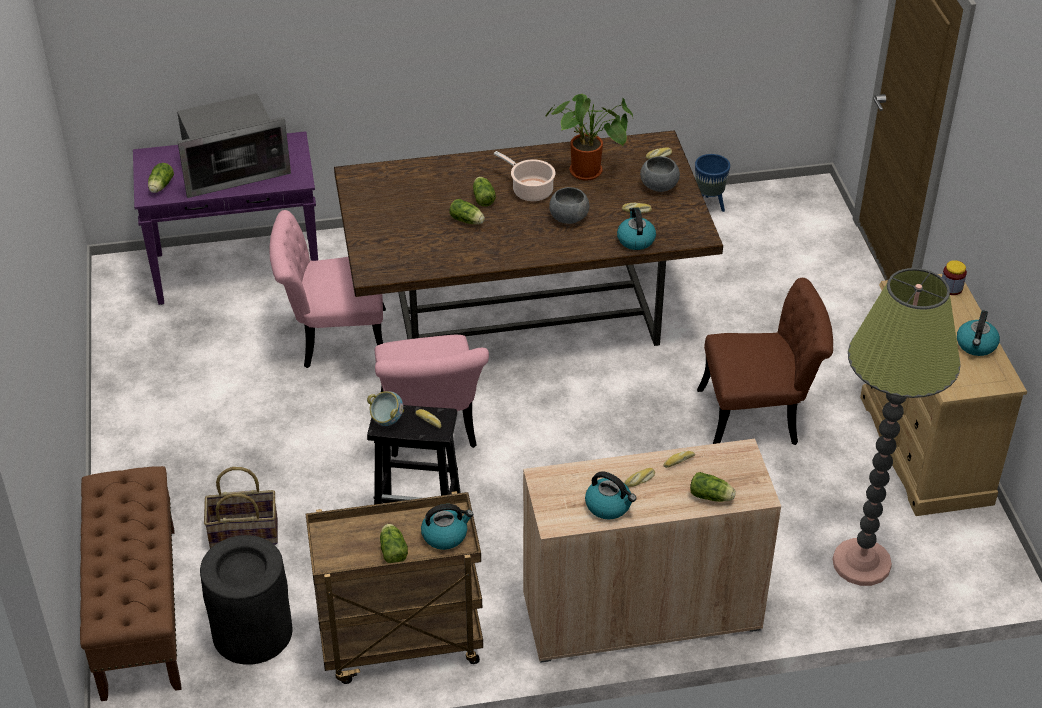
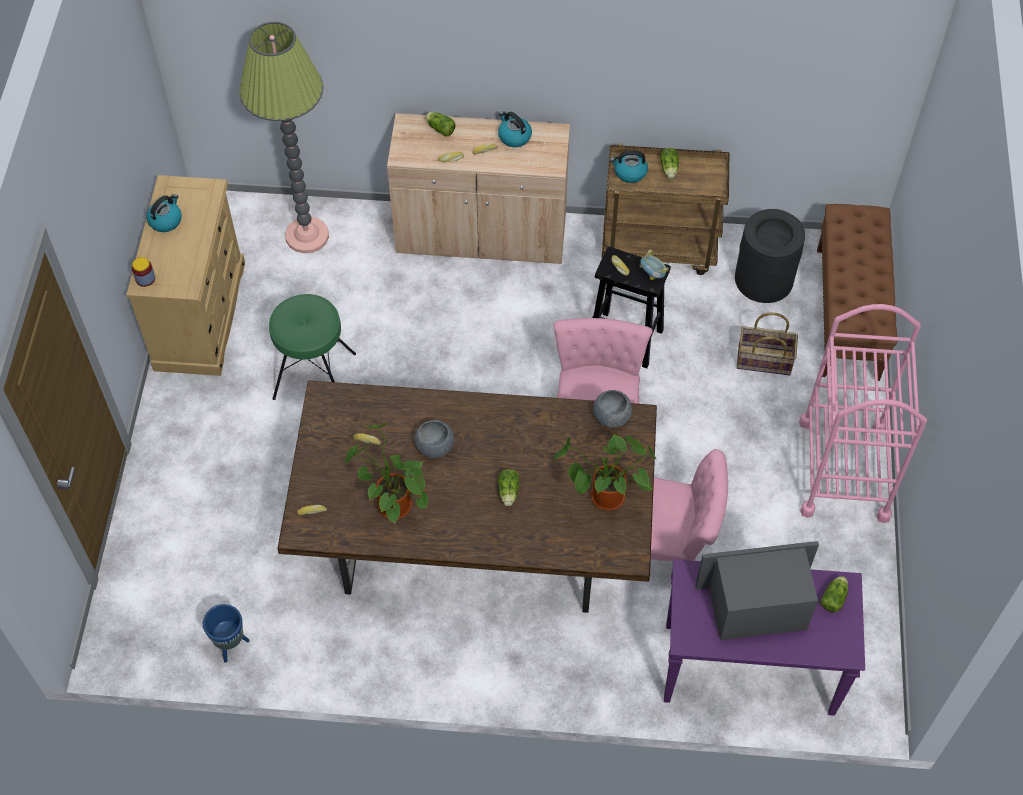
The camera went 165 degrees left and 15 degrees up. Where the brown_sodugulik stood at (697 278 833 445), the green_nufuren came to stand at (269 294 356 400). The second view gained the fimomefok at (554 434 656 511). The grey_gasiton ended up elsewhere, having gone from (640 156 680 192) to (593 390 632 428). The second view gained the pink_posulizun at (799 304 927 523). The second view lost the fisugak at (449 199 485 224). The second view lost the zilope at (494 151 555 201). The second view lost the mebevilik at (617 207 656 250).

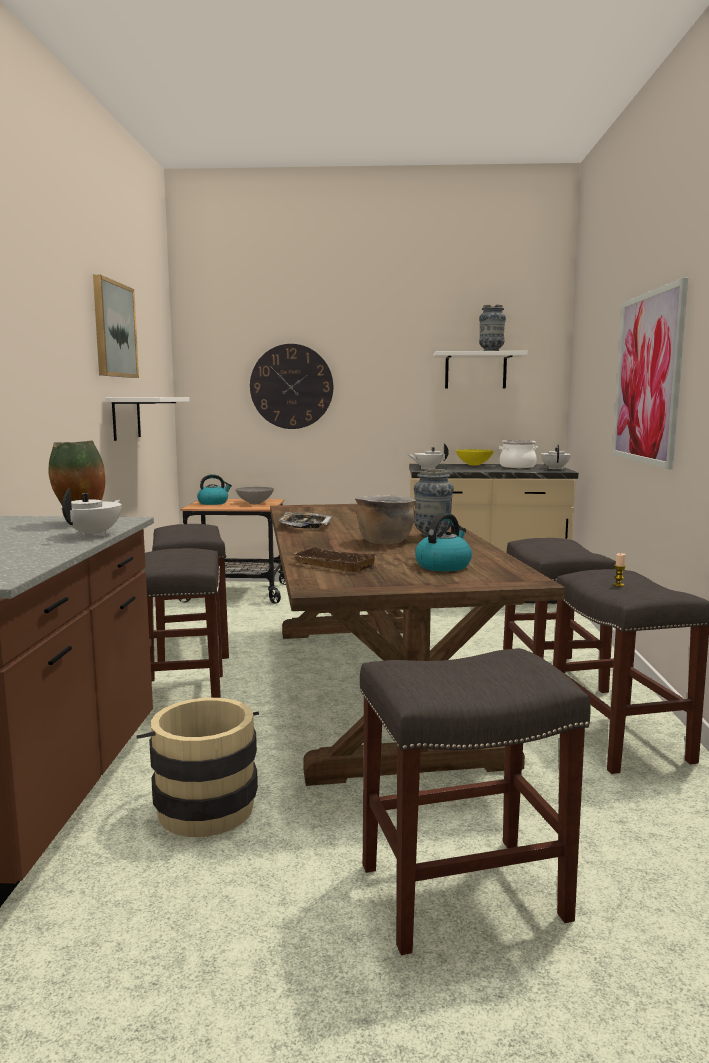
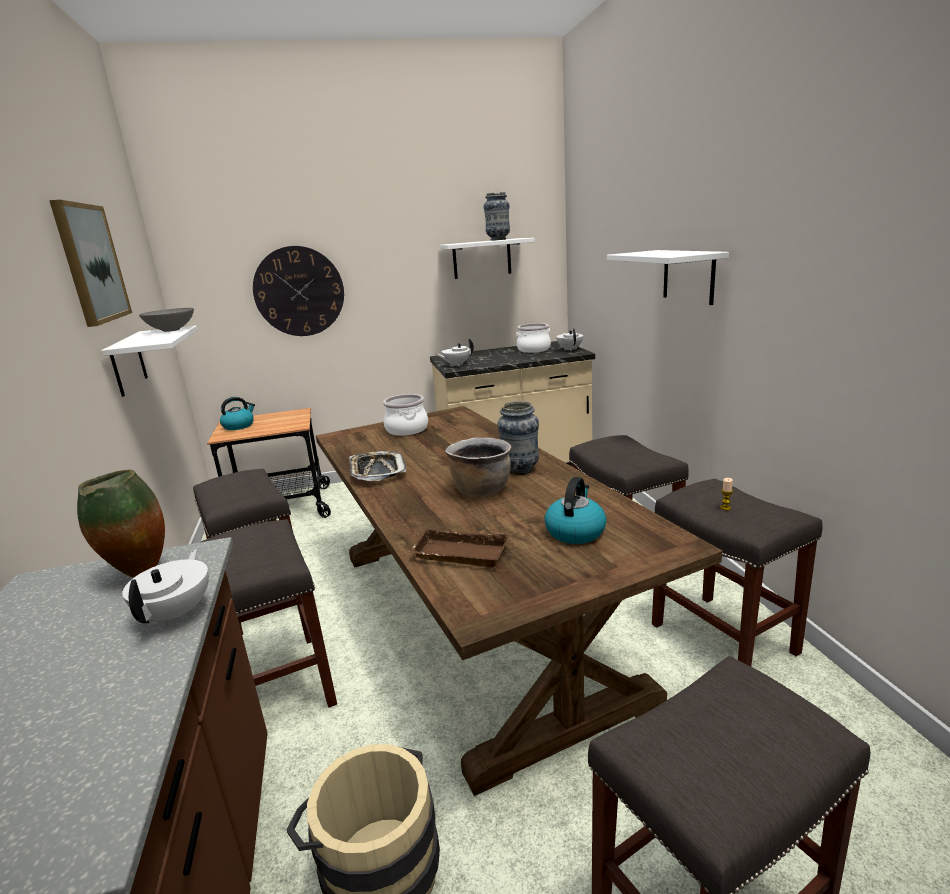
The camera went 15 degrees left and 10 degrees up. The grey_gasiton ended up elsewhere, having gone from (236 487 274 504) to (139 308 194 332). The second view gained the zilope at (383 394 428 436). Where the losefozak hung at (613 278 688 469), the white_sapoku came to hang at (607 250 729 305). The second view lost the yellow_gasiton at (456 449 494 465).

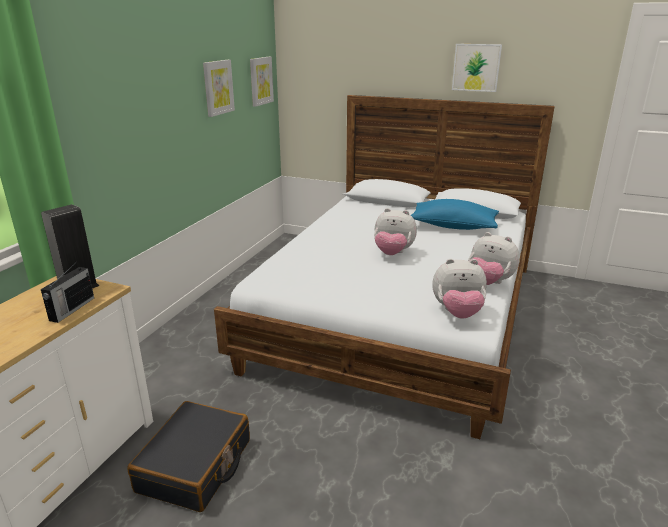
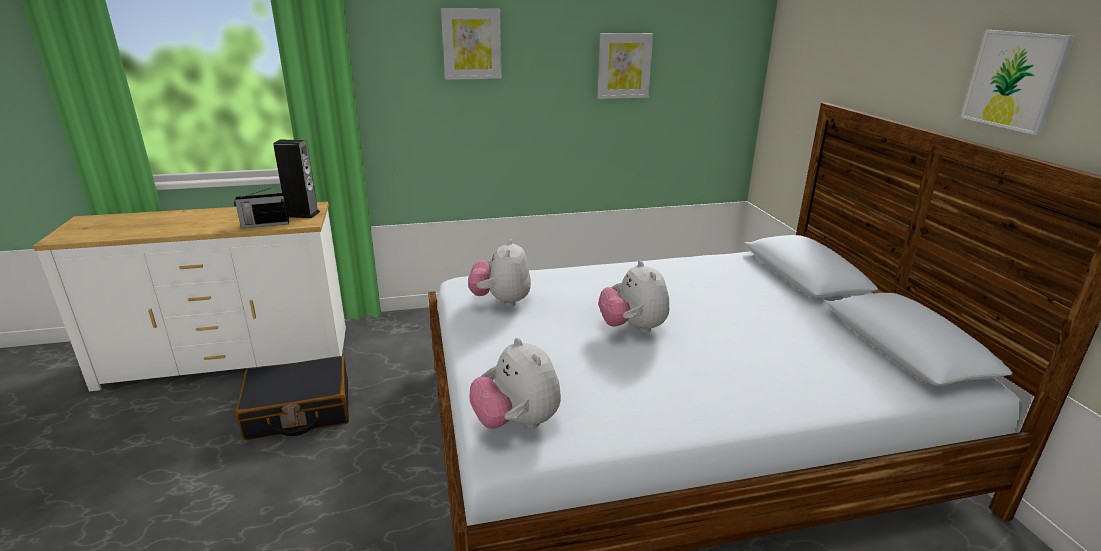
The camera went 55 degrees right and 0 degrees up. The losefozak ended up elsewhere, having gone from (250 57 274 107) to (441 8 502 80). The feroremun ended up elsewhere, having gone from (468 232 520 285) to (468 239 531 307). The second view lost the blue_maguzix at (411 199 499 230).

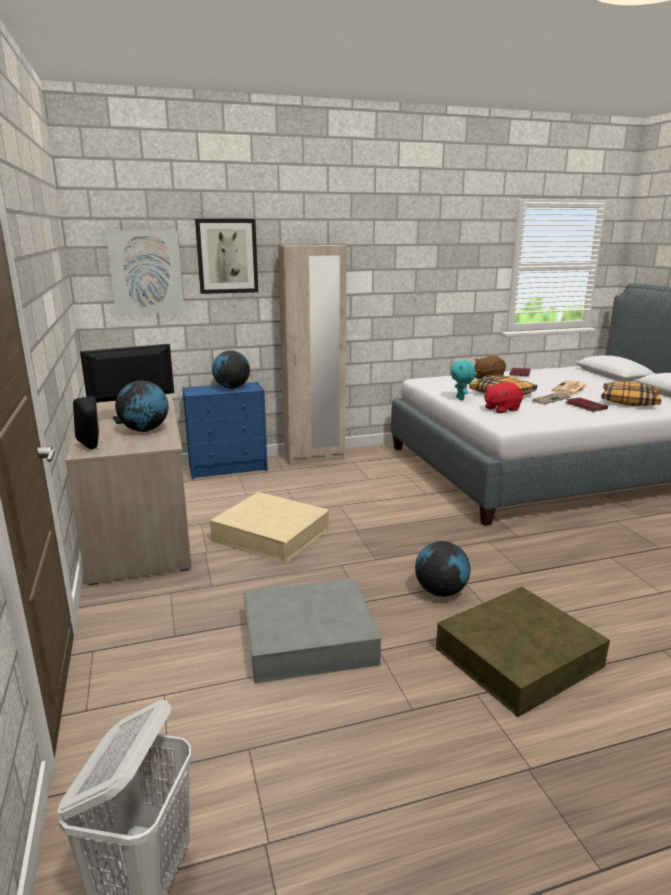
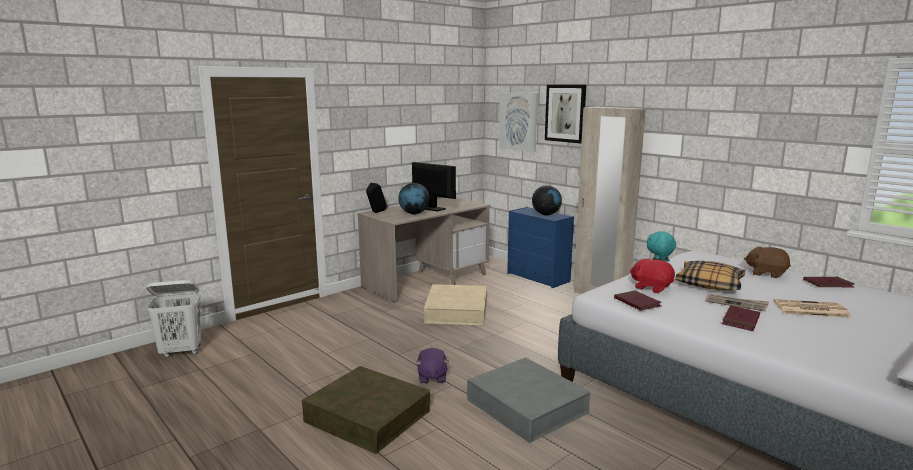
The camera went 65 degrees right and 5 degrees down. Where the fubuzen stood at (415 541 471 597), the purple_feroremun came to stand at (416 348 449 384). The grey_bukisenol ended up elsewhere, having gone from (243 578 381 684) to (467 357 591 443). The second view gained the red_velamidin at (614 290 662 311). The second view lost the maguzix at (601 382 662 406).

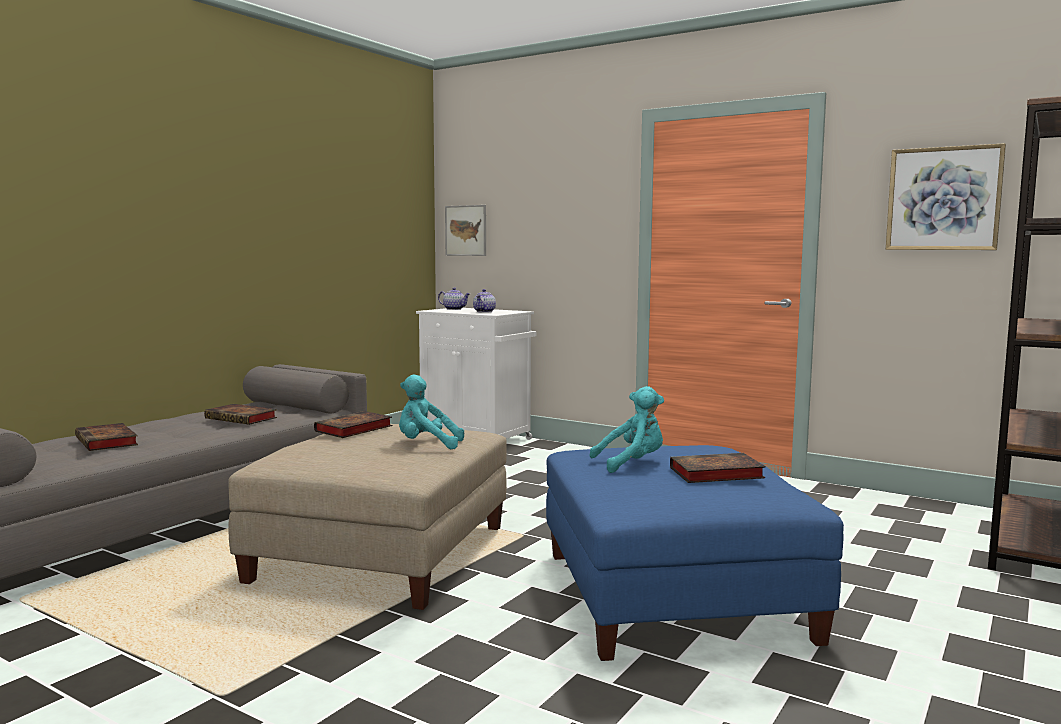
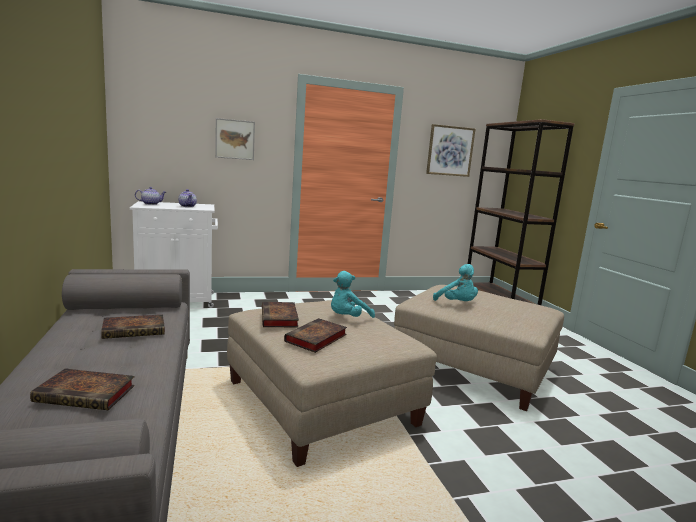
The camera went 50 degrees left and 5 degrees up. The losefozak ended up elsewhere, having gone from (445 205 486 256) to (215 118 255 160). The velamidin ended up elsewhere, having gone from (670 453 766 483) to (284 318 347 353). What was the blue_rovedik at (546 445 844 661) turned into the beige_rovedik at (394 285 564 411). The turquoise_feroremun at (590 386 664 473) ended up facing another way, 120 degrees clockwise from before.

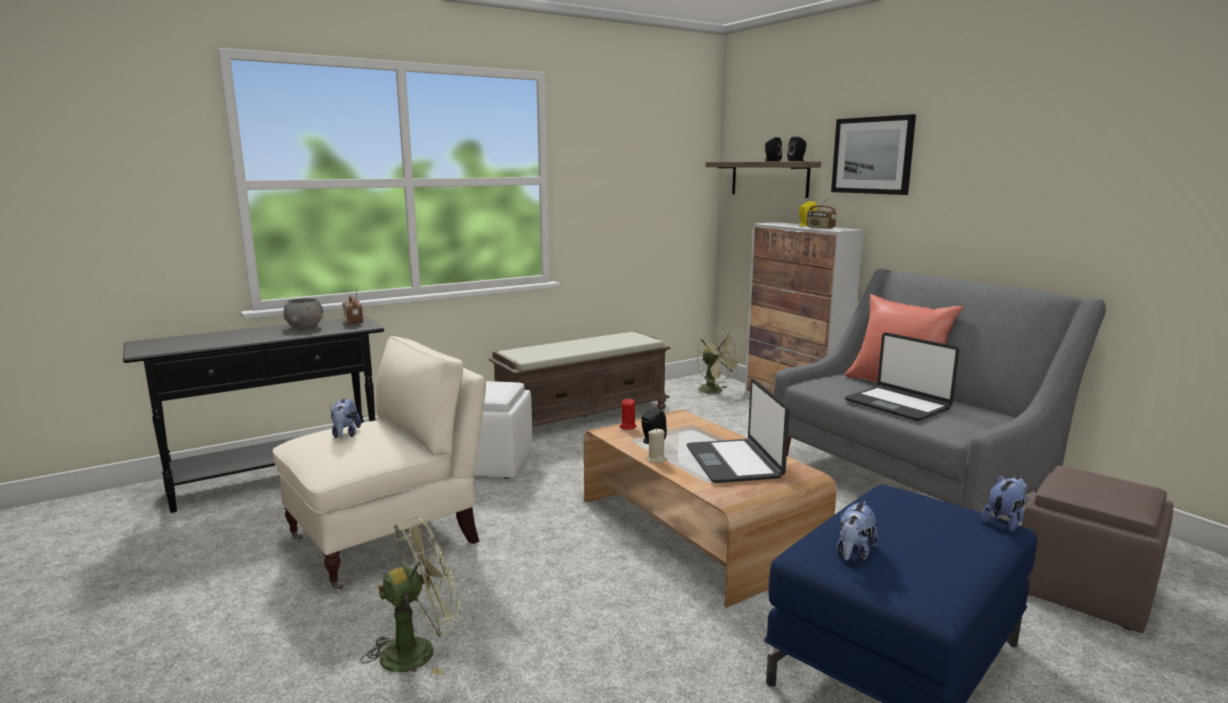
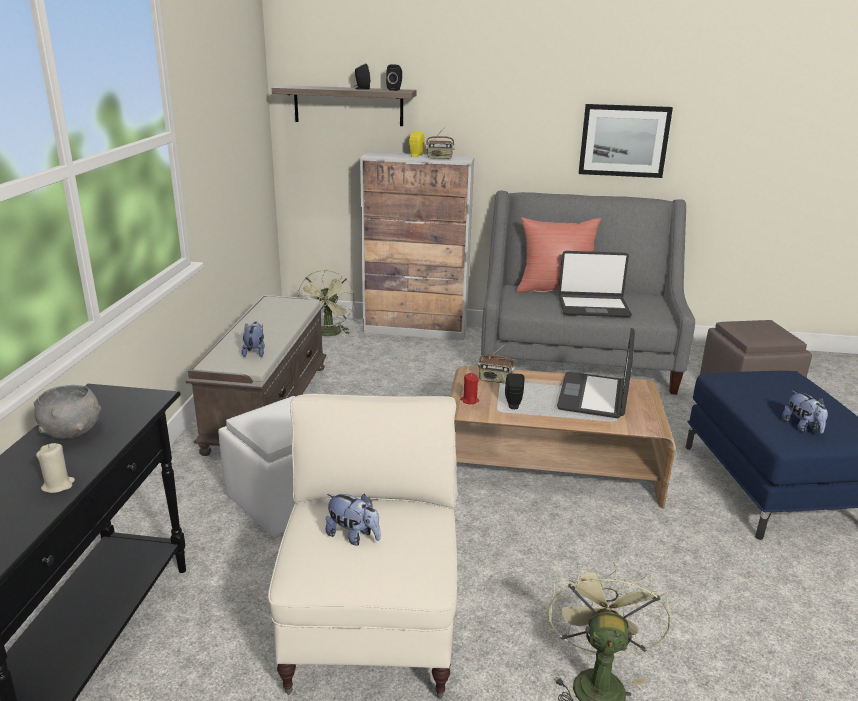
The camera went 50 degrees left and 10 degrees up. The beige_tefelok ended up elsewhere, having gone from (646 429 668 463) to (36 443 75 493). The feroremun ended up elsewhere, having gone from (981 475 1028 532) to (242 322 265 357). The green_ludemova at (697 328 743 396) ended up facing another way, 90 degrees clockwise from before. The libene ended up elsewhere, having gone from (342 287 363 325) to (478 345 515 384). The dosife at (687 379 790 483) ended up facing another way, 75 degrees clockwise from before. The losefozak ended up elsewhere, having gone from (831 114 916 195) to (579 104 673 178).

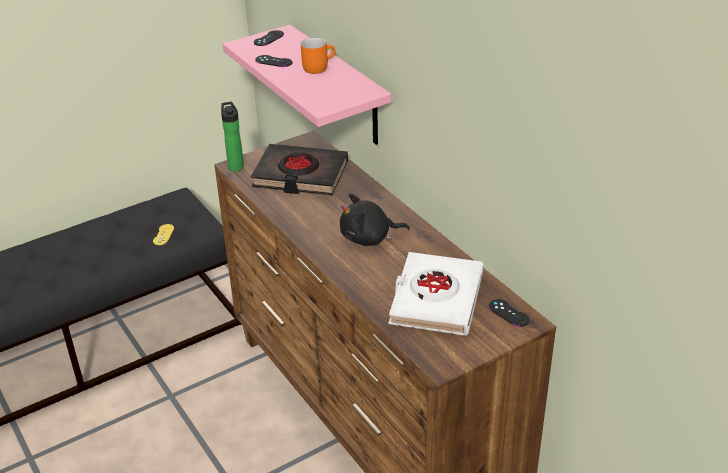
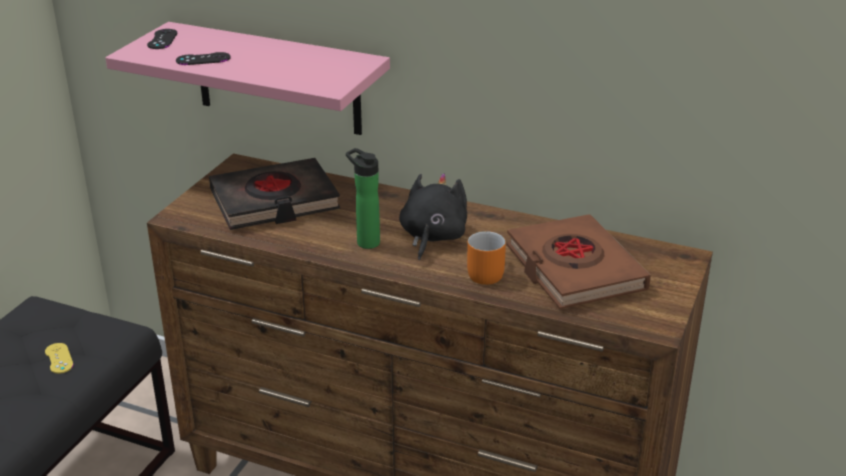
The camera went 35 degrees left and 5 degrees down. The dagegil ended up elsewhere, having gone from (221 102 244 172) to (346 148 380 249). The black_feroremun at (340 193 410 246) ended up facing another way, 150 degrees clockwise from before. The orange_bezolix ended up elsewhere, having gone from (301 38 335 74) to (467 231 506 285). What was the white_velamidin at (389 252 483 336) turned into the brown_velamidin at (507 214 651 309). The second view lost the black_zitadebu at (489 299 530 327).

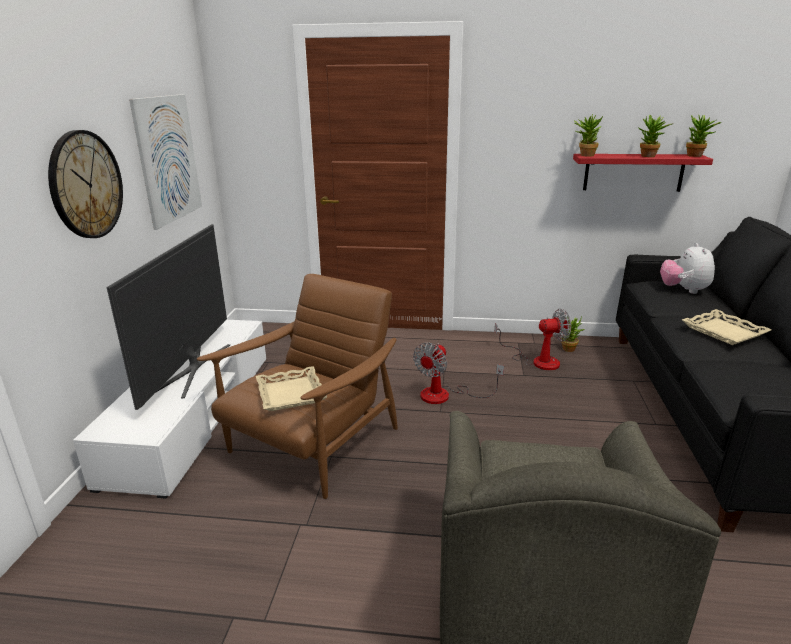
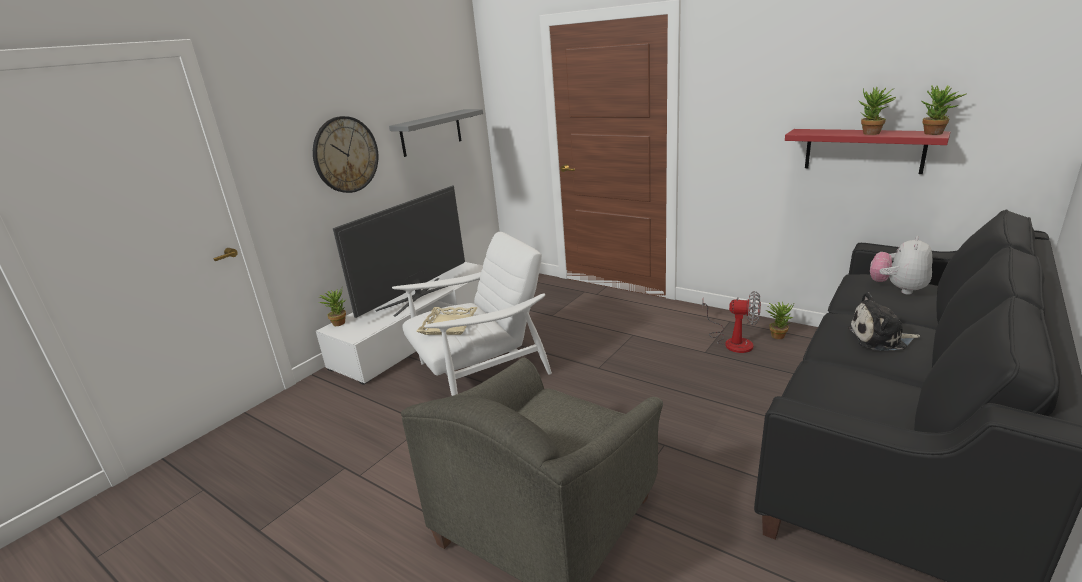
The camera went 30 degrees right and 0 degrees up. The fimomefok ended up elsewhere, having gone from (574 114 603 157) to (319 289 346 326). Where the losefozak hung at (129 94 202 230), the grey_sapoku came to hang at (389 109 483 157). What was the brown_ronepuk at (197 274 398 499) turned into the white_ronepuk at (392 232 552 396). Where the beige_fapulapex stood at (682 309 771 345), the feroremun came to stand at (847 292 920 351). The second view lost the ludemova at (413 343 504 404).

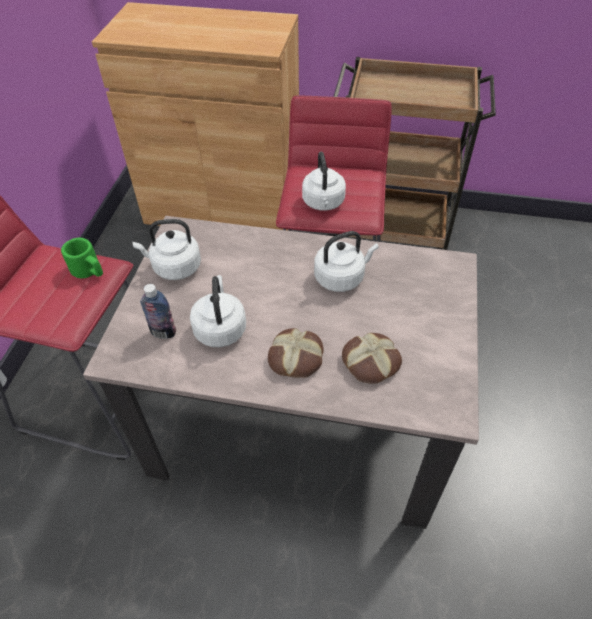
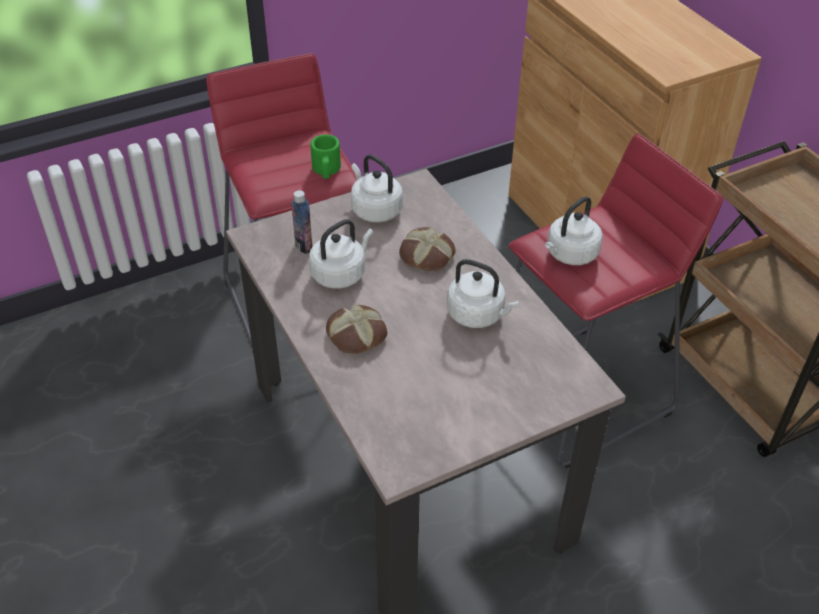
The camera went 50 degrees right and 5 degrees down. The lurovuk ended up elsewhere, having gone from (342 333 402 384) to (399 227 456 271).

